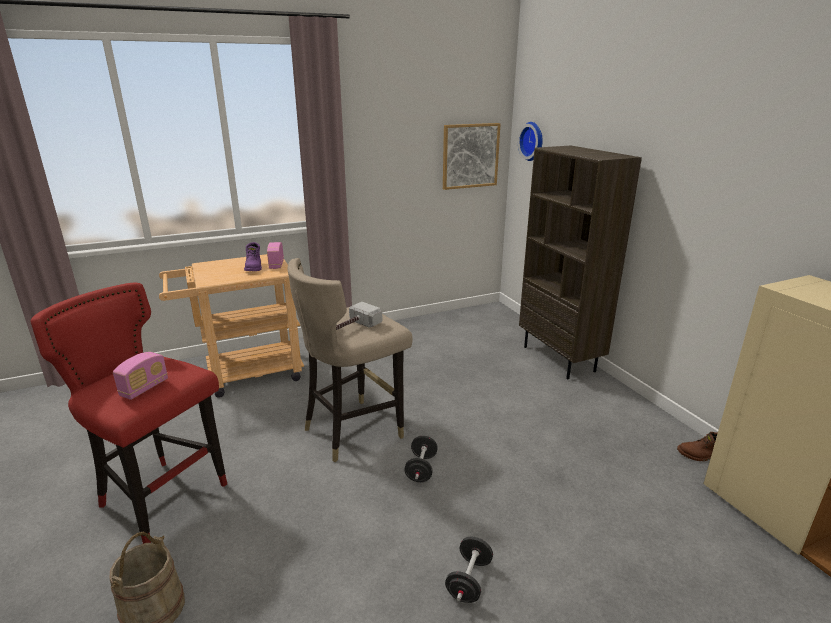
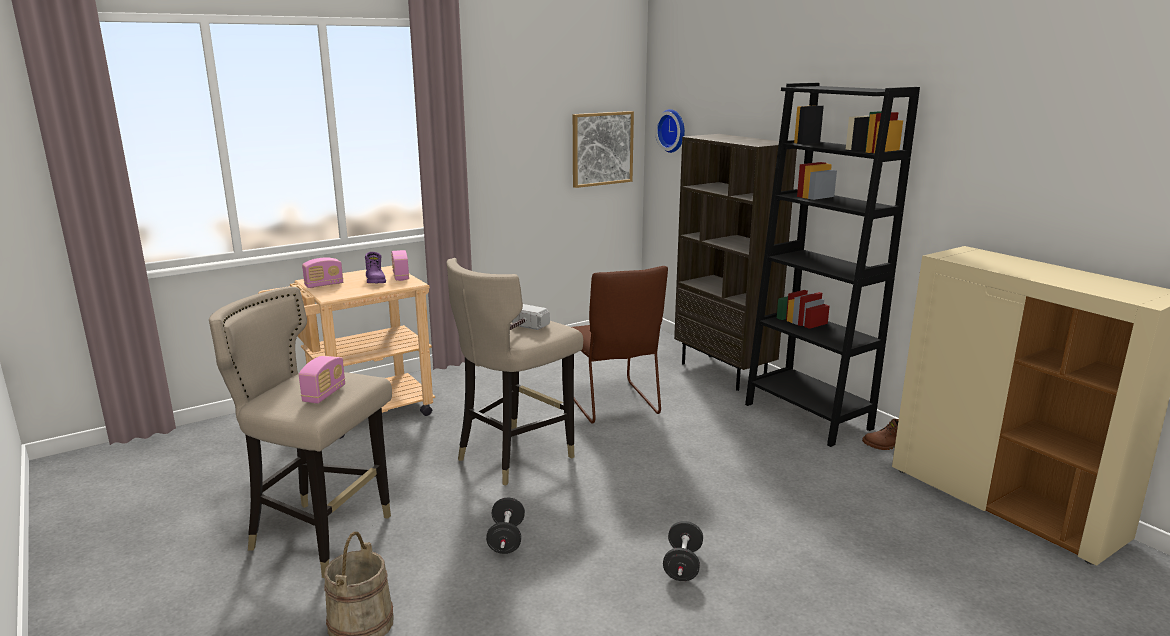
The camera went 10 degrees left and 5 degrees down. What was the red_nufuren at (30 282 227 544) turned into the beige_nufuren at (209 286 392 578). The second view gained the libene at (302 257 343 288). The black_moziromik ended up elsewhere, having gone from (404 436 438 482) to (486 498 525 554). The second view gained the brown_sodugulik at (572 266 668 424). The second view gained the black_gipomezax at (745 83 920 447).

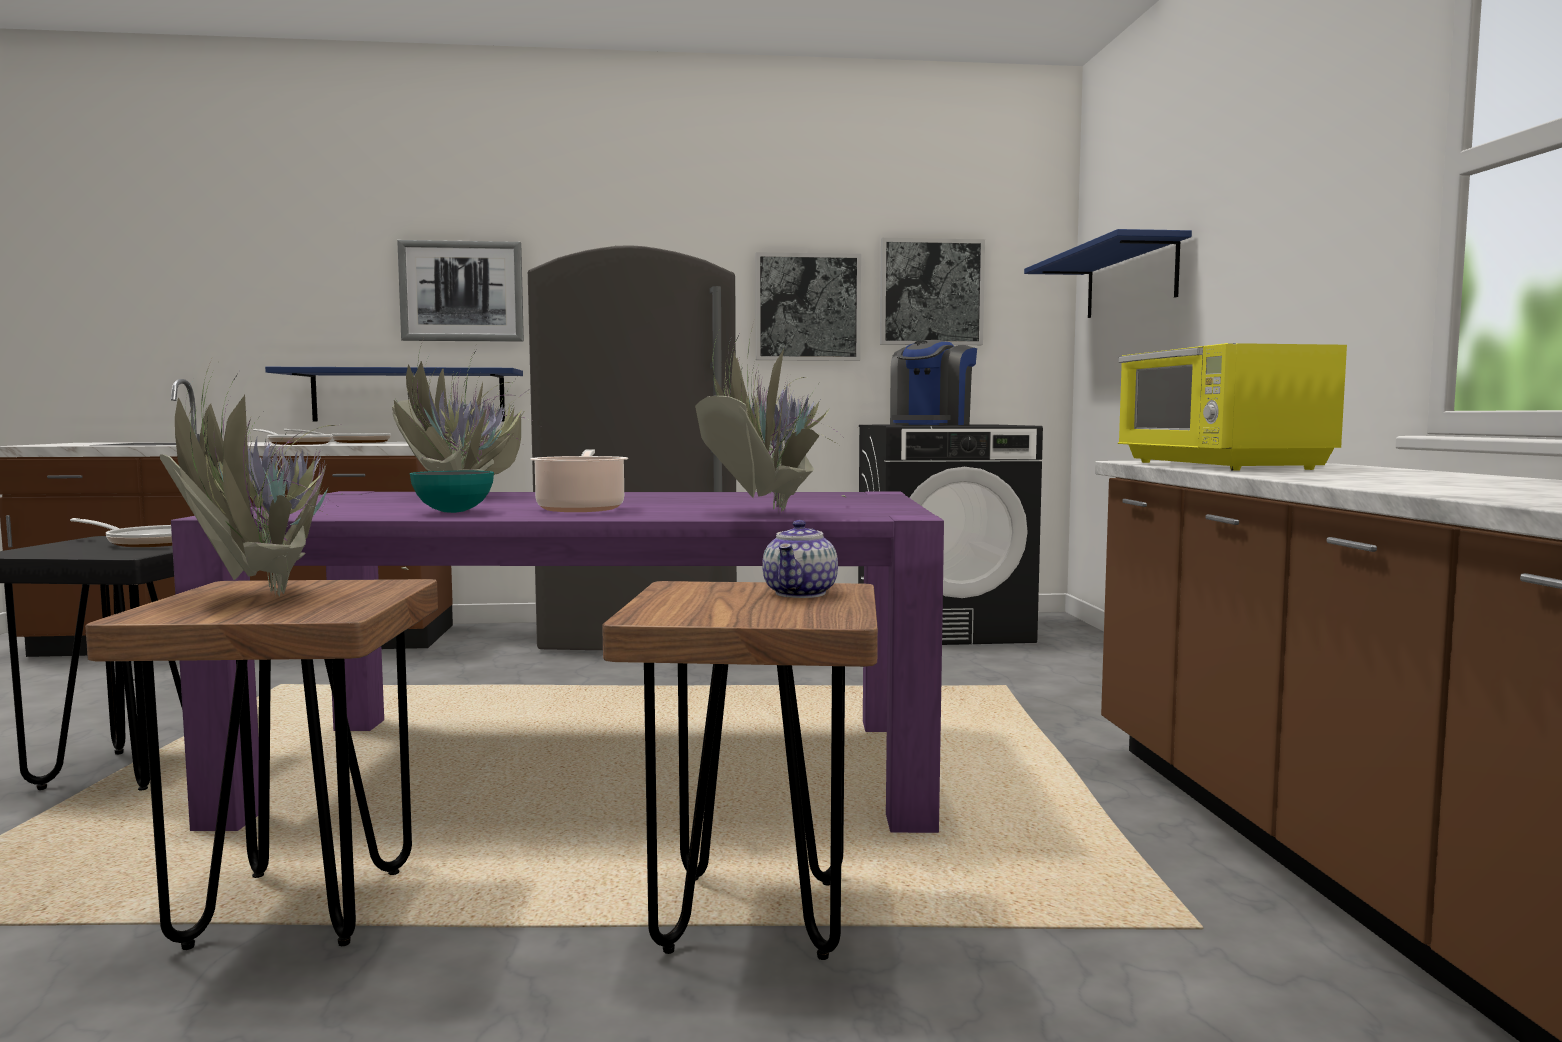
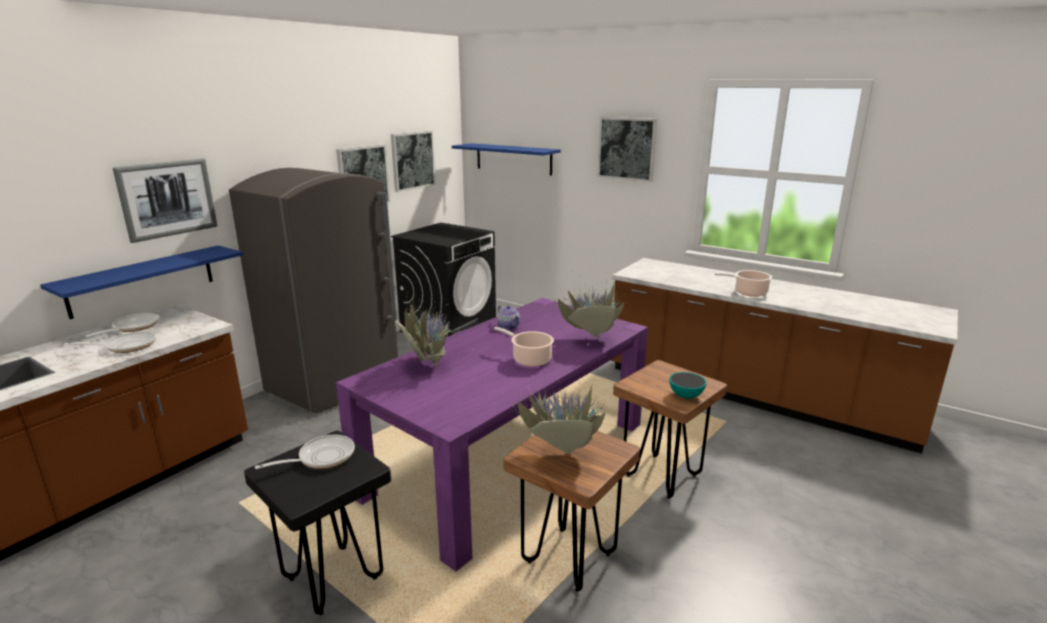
The camera went 50 degrees left and 15 degrees up. The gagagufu ended up elsewhere, having gone from (762 520 838 598) to (497 305 520 329). The second view gained the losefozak at (597 117 657 182). The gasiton ended up elsewhere, having gone from (410 471 494 513) to (669 372 706 398). The second view gained the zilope at (714 270 772 297). The second view lost the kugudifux at (890 340 977 425). The second view lost the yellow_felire at (1118 343 1347 471).

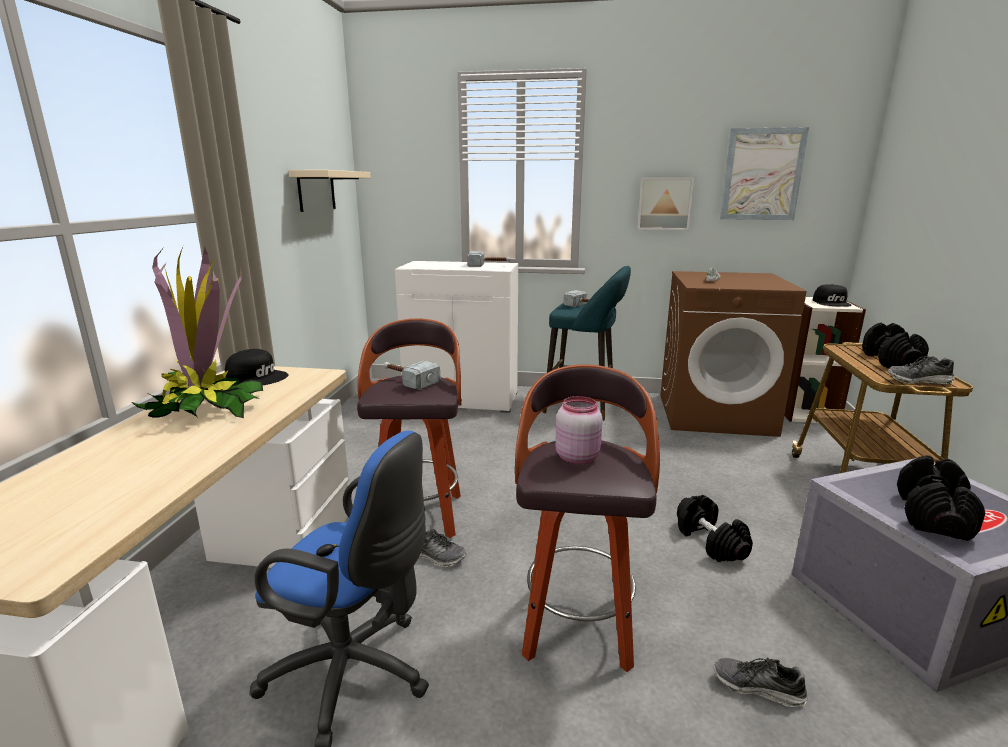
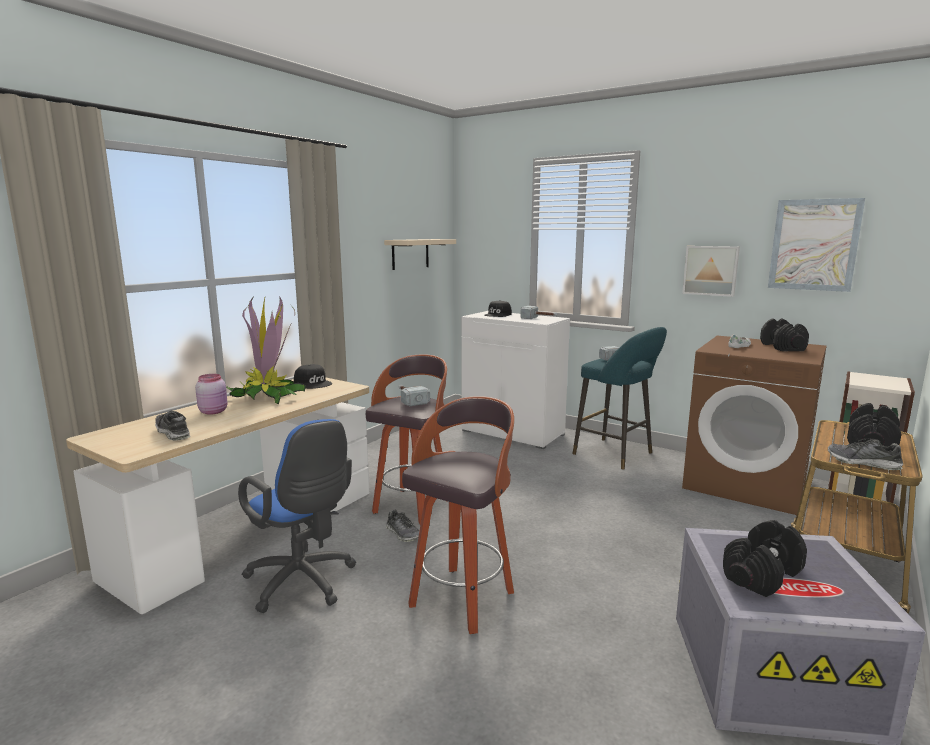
The camera went 25 degrees right and 5 degrees down. The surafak ended up elsewhere, having gone from (714 658 807 707) to (155 410 190 440). The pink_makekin ended up elsewhere, having gone from (555 396 603 464) to (195 374 228 415). The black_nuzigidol ended up elsewhere, having gone from (813 284 852 307) to (484 300 512 317). The black_moziromik ended up elsewhere, having gone from (677 495 753 562) to (760 318 809 351).

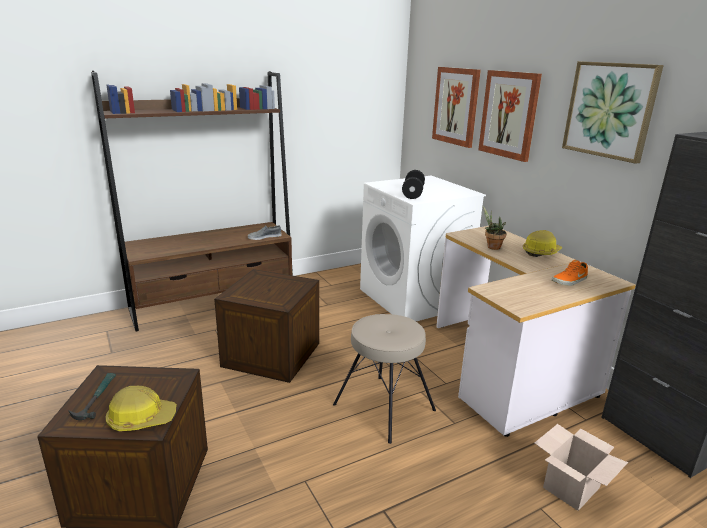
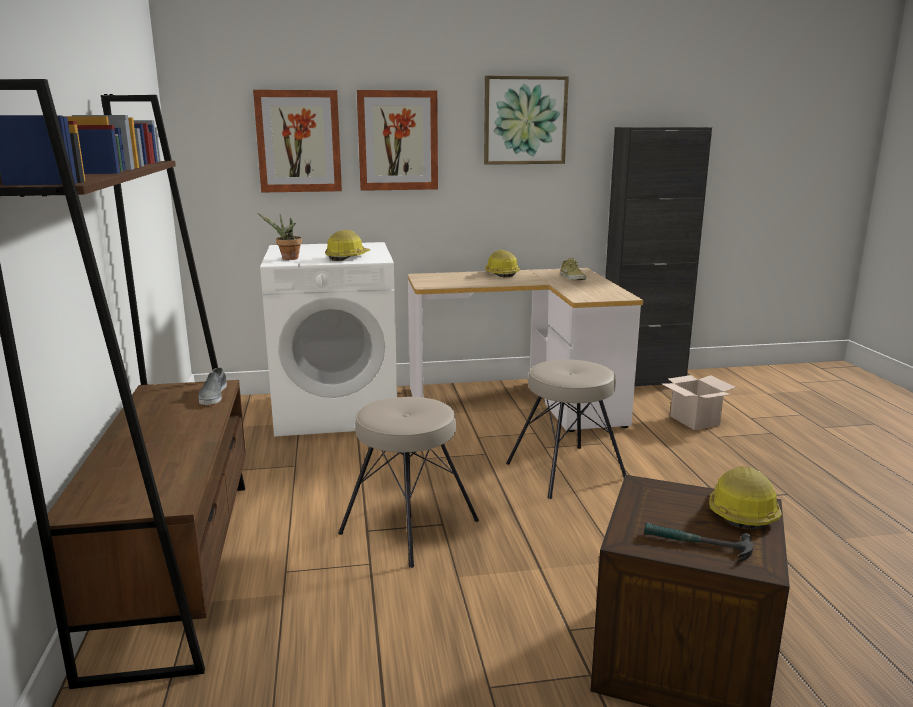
The camera went 70 degrees left and 5 degrees down. The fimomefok ended up elsewhere, having gone from (483 206 507 250) to (257 213 302 260). Where the black_moziromik stood at (402 170 425 199), the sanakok came to stand at (325 230 370 261). Where the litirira stood at (214 269 319 383), the beige_nufuren came to stand at (338 397 479 568). What was the orange_surafak at (551 260 588 286) turned into the beige_surafak at (561 258 586 280).

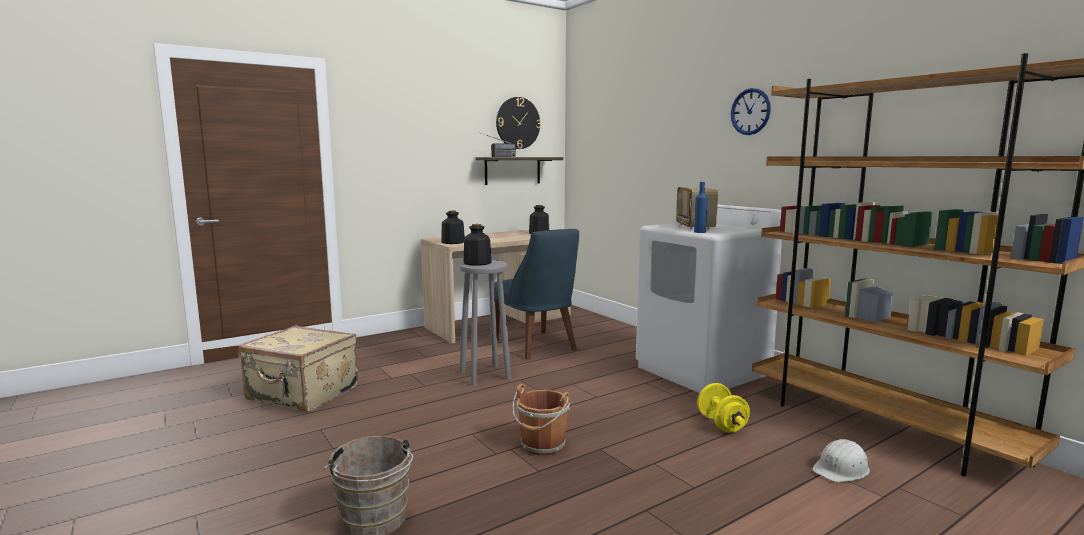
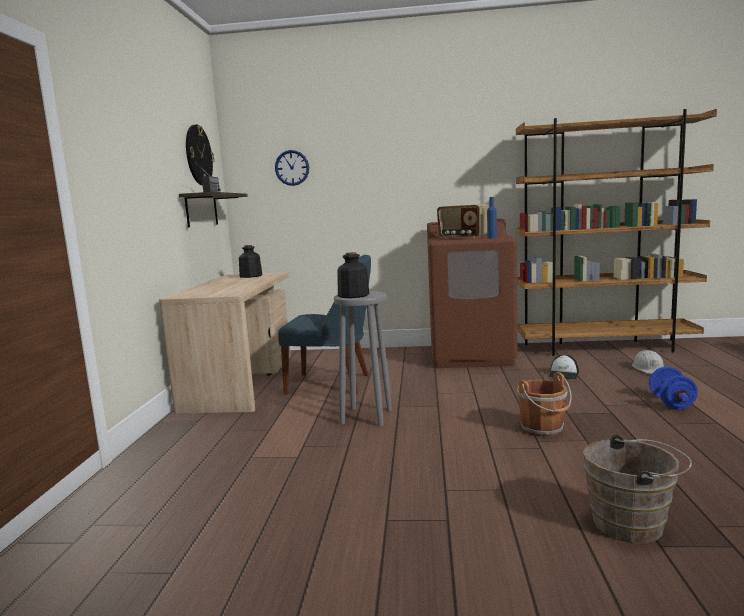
The camera went 50 degrees left and 0 degrees up. The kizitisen ended up elsewhere, having gone from (731 88 771 135) to (275 150 309 186). What was the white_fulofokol at (636 205 782 393) turned into the brown_fulofokol at (427 219 518 368). Where the yellow_moziromik stood at (697 383 750 433), the nuzigidol came to stand at (549 355 579 380). The second view gained the blue_moziromik at (649 367 698 409). The second view lost the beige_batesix at (238 325 359 412). The second view lost the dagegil at (441 211 465 244).

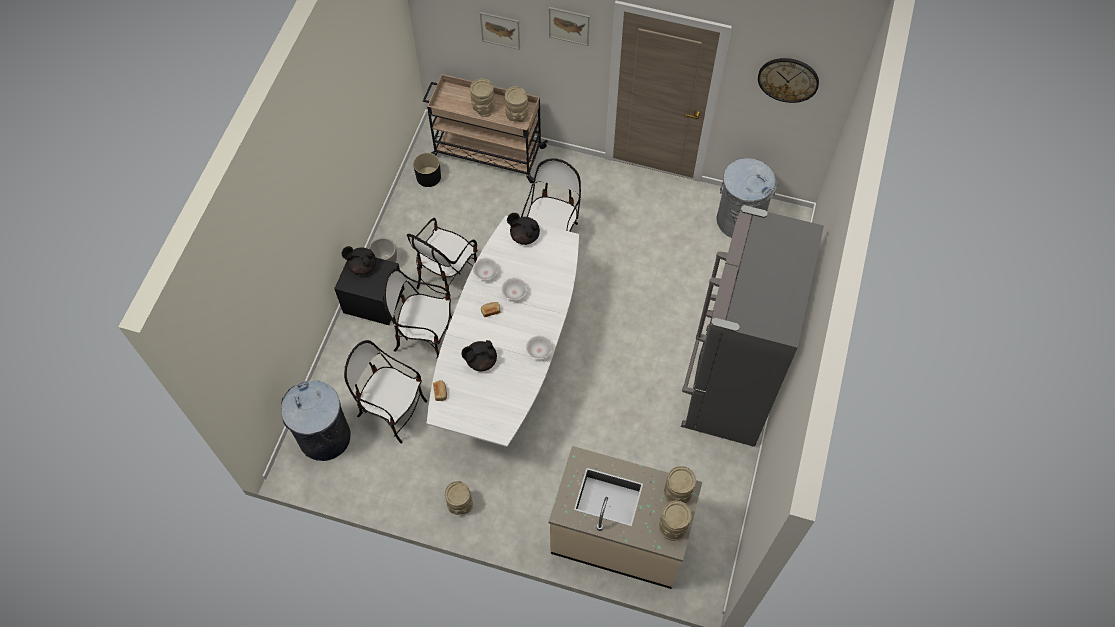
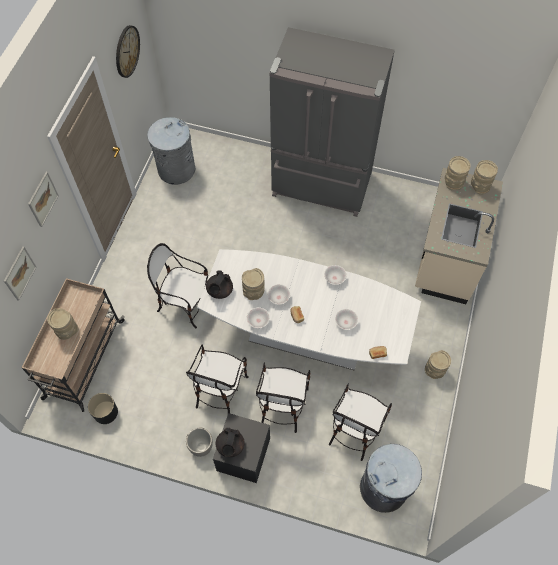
The camera went 90 degrees left and 0 degrees up. The sodugulik at (407 218 478 294) ended up facing another way, 75 degrees clockwise from before. The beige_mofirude ended up elsewhere, having gone from (505 86 529 122) to (242 268 265 300). Where the black_gagagufu stood at (461 340 497 371), the white_gasiton came to stand at (335 309 358 330).

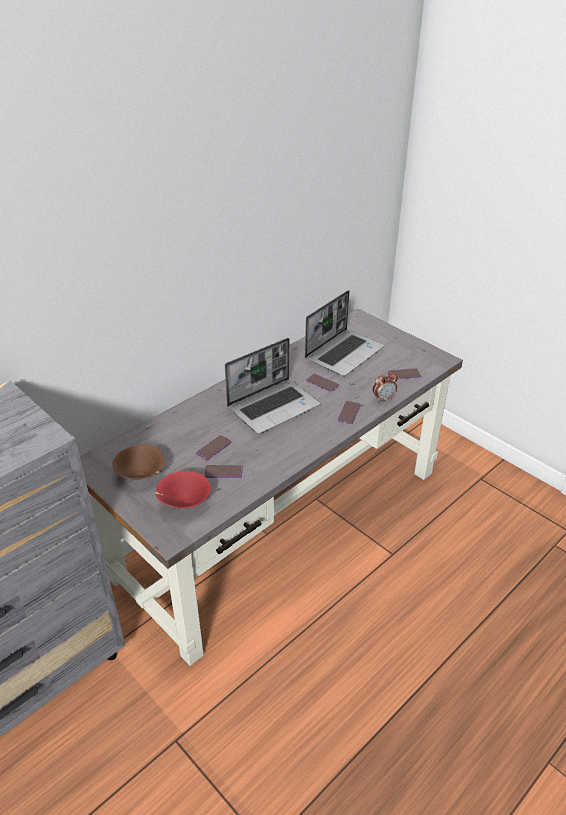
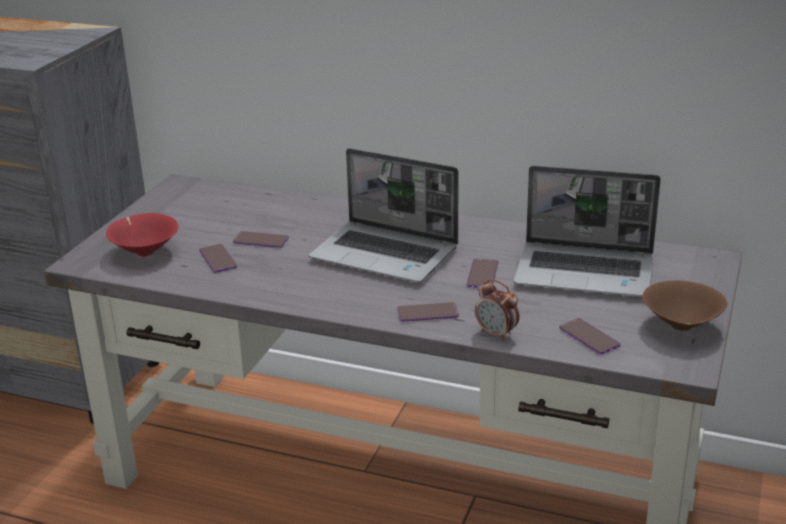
The camera went 65 degrees right and 10 degrees down. The brown_gasiton ended up elsewhere, having gone from (112 445 164 480) to (642 280 728 331).

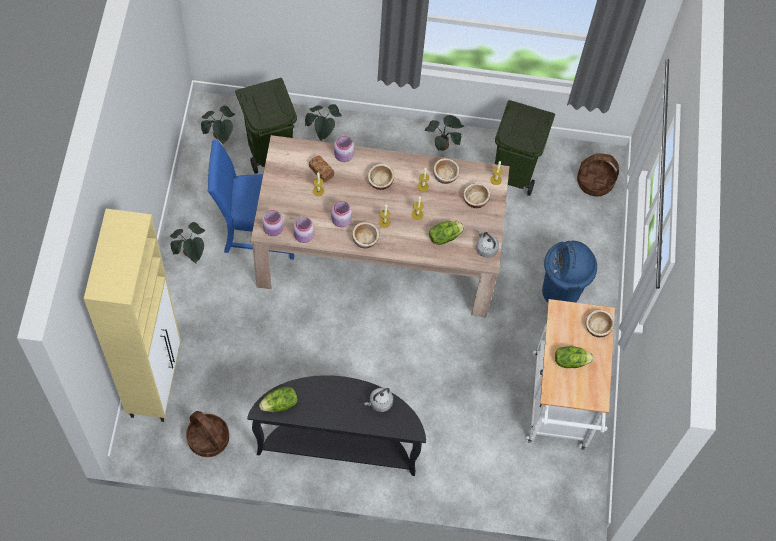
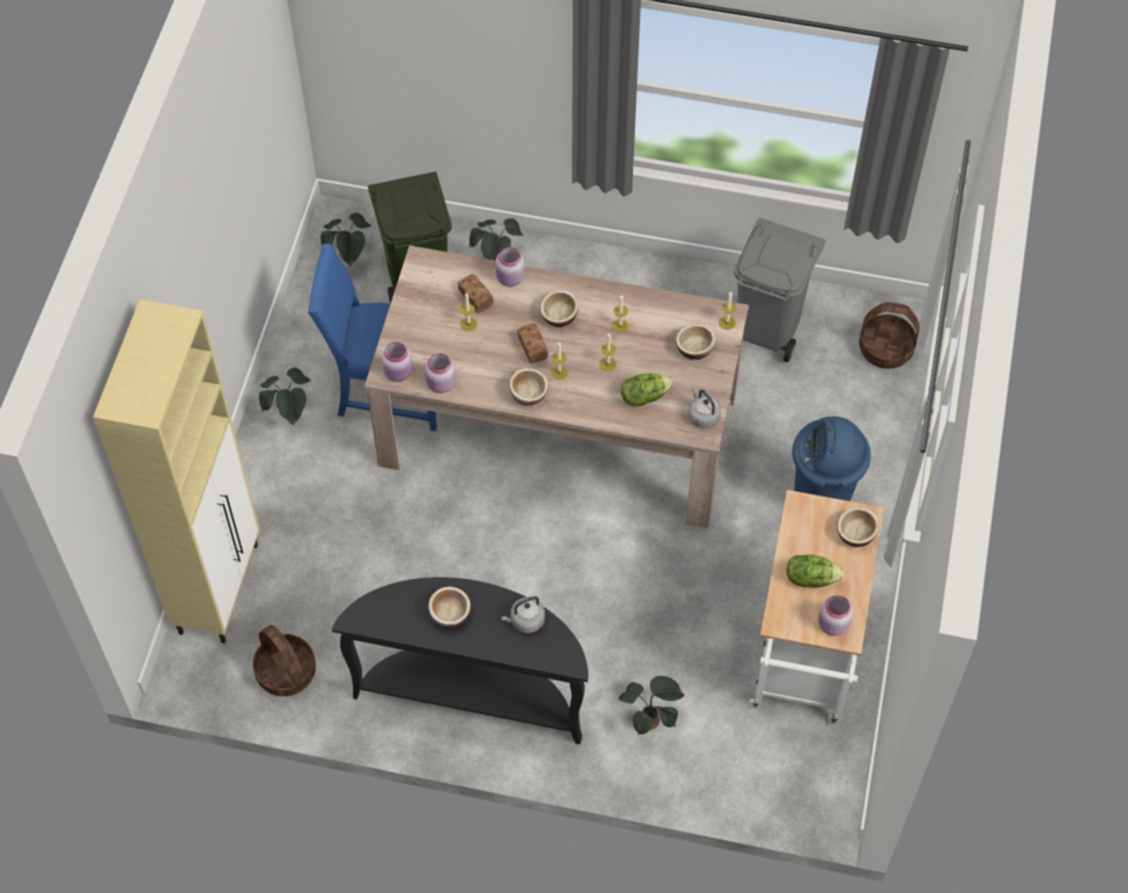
The camera went 10 degrees right and 5 degrees down. The gasiton ended up elsewhere, having gone from (433 158 460 184) to (428 587 471 627). The second view gained the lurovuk at (517 324 548 364). The fimomefok ended up elsewhere, having gone from (425 115 464 151) to (619 676 685 734). What was the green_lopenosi at (495 100 555 196) turned into the grey_lopenosi at (734 218 825 362). The pink_makekin ended up elsewhere, having gone from (331 201 352 227) to (819 595 853 636). The second view lost the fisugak at (259 387 298 412).

